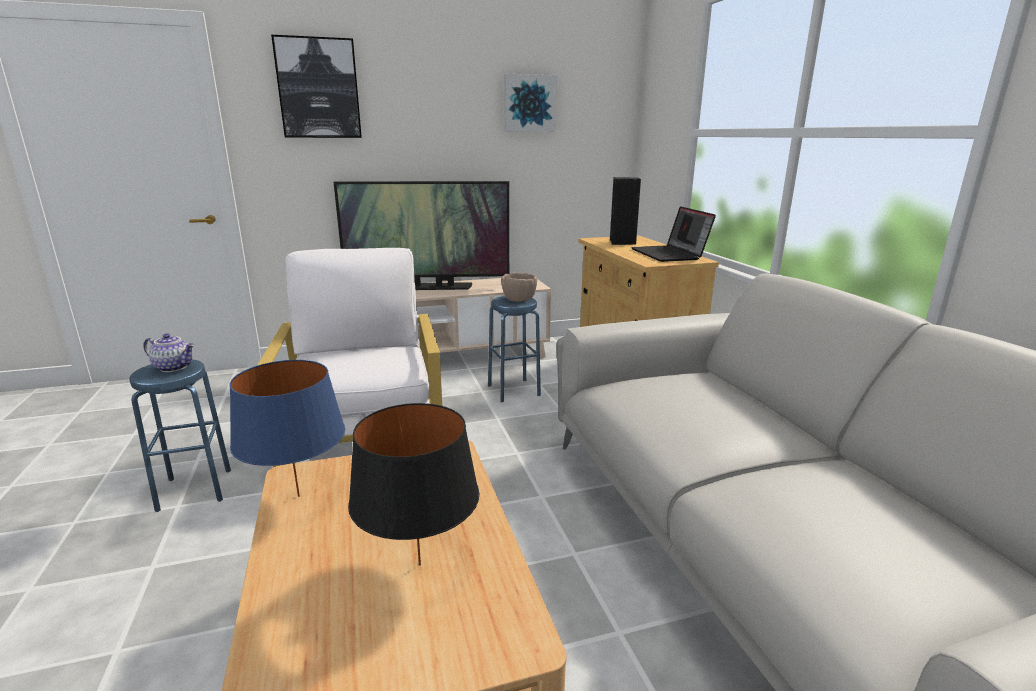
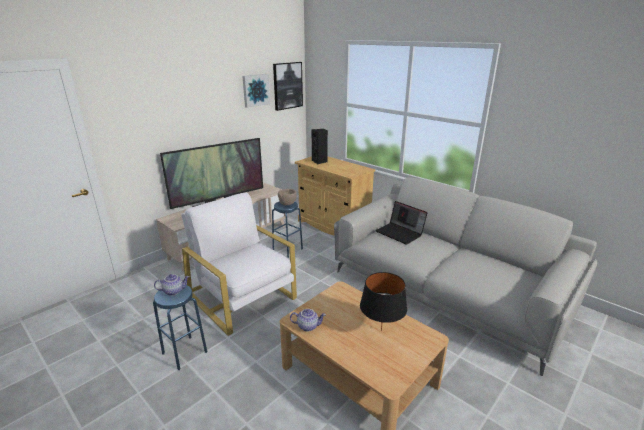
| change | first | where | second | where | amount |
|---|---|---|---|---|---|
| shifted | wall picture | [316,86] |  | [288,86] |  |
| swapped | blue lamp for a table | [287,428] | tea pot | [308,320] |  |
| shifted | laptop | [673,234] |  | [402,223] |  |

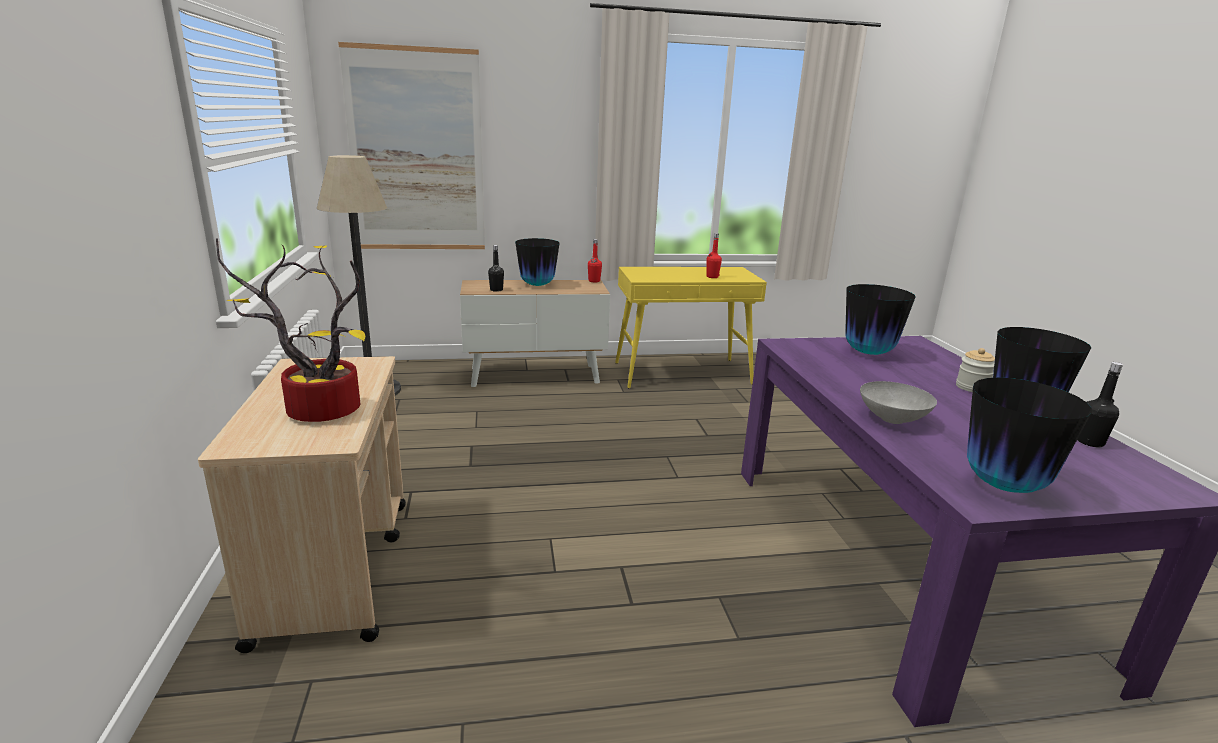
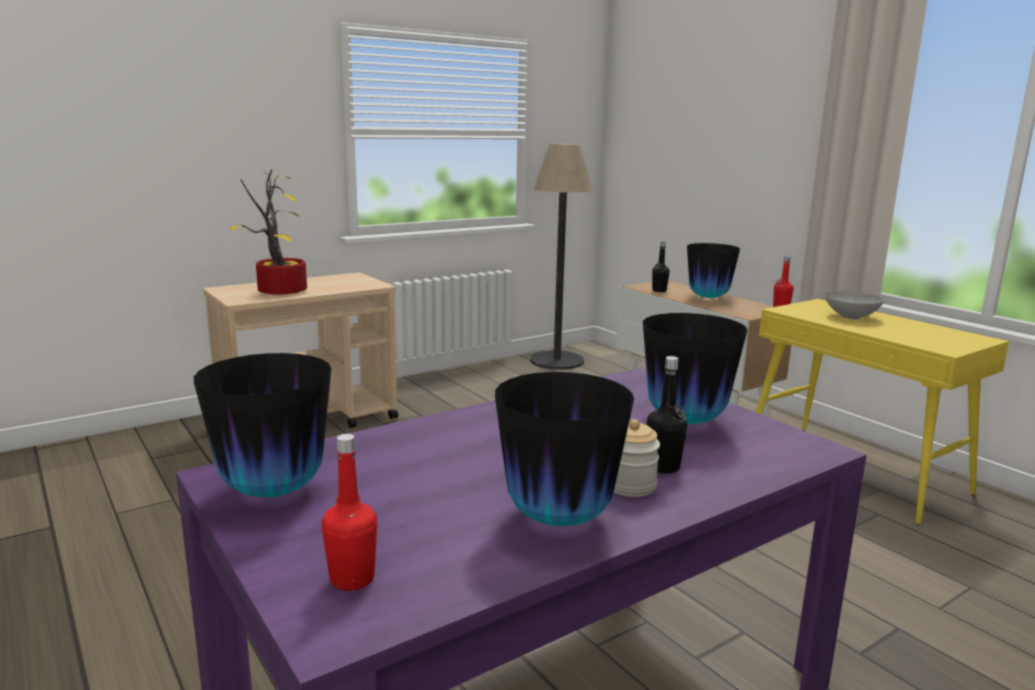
| change | first | where | second | where | amount |
|---|---|---|---|---|---|
| shifted | red-coloured bottle | [714,255] |  | [349,512] |  |
| shifted | black-coloured bottle | [1100,404] |  | [667,414] |  |
| shifted | greyish bowl | [898,402] |  | [854,305] |  |
| gone | wall picture | [411,145] |  |  |  |

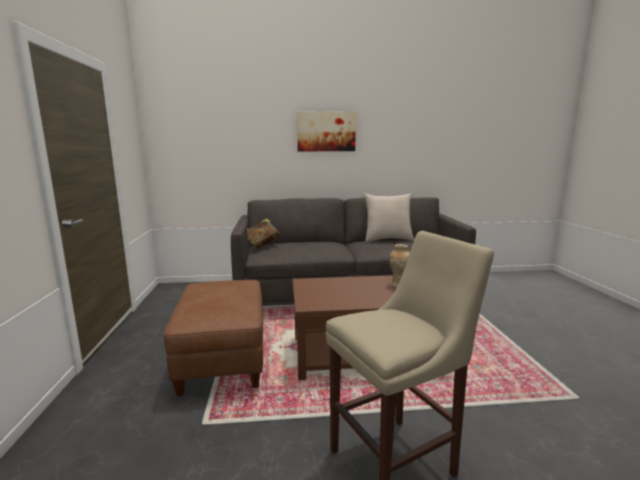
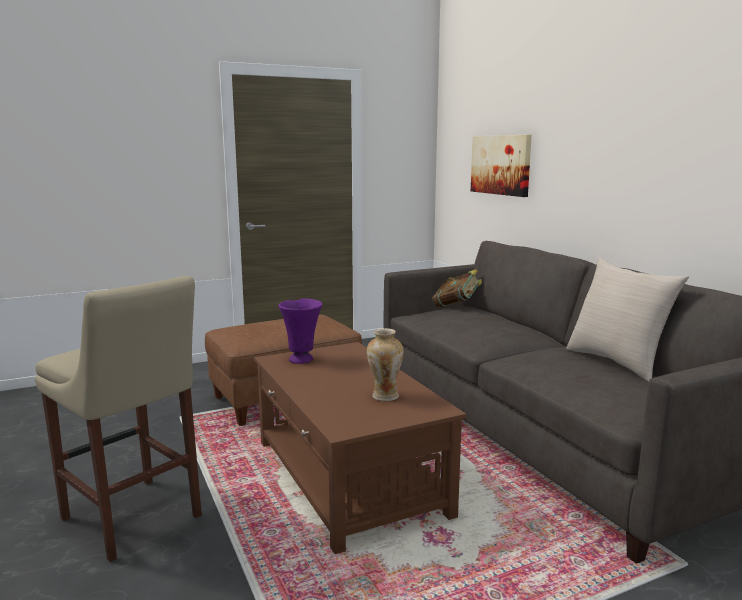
| change | first | where | second | where | amount |
|---|---|---|---|---|---|
| new |  |  | purplish vase | [300,331] |  |
| shifted | wall picture | [326,131] |  | [501,166] |  |

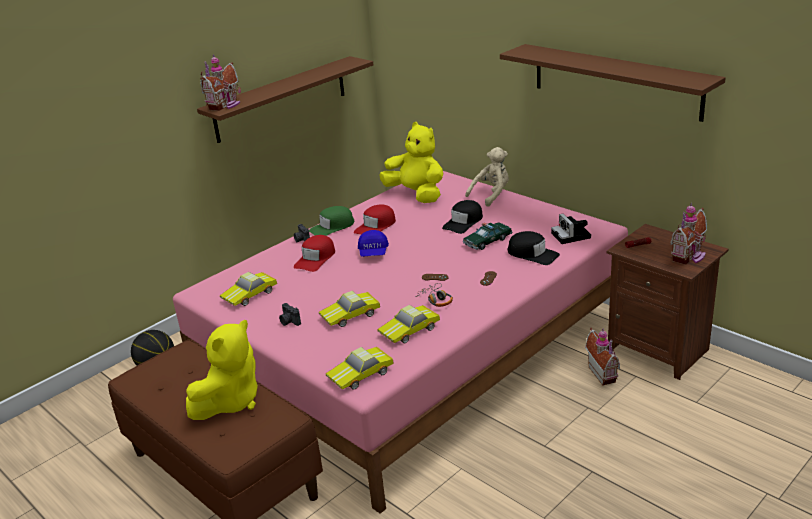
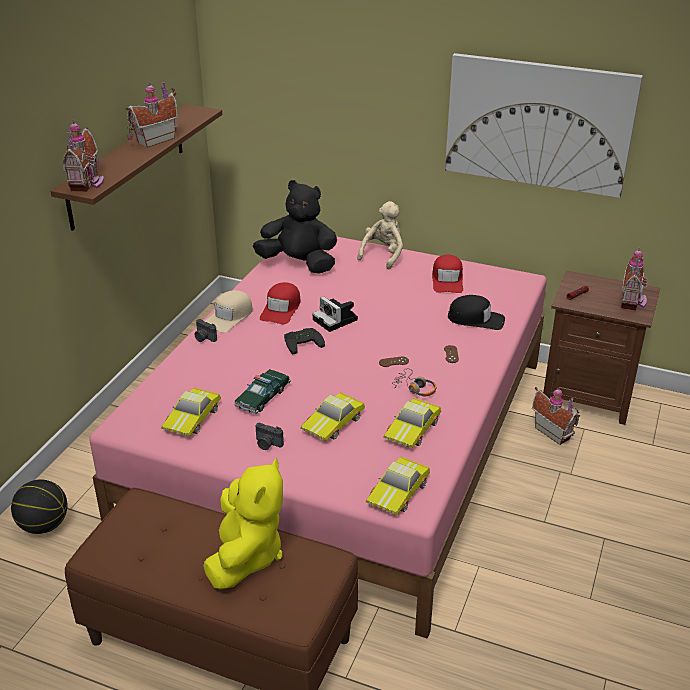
| change | first | where | second | where | amount |
|---|---|---|---|---|---|
| new |  |  | miniature house | [151,114] |  |
| repainted | green-coloured cap | [331,221] | beige-coloured cap | [229,311] |  |
| shifted | miniature car | [487,236] |  | [262,391] |  |
| repainted | yellow cuddly toy | [411,162] | black-coloured cuddly toy | [295,227] |  |
| swapped | blue cap | [373,243] | black-coloured joypad | [304,341] |  |
| shifted | still camera | [571,229] |  | [335,314] |  |
| shifted | red-coloured cap | [314,253] |  | [447,274] |  |
| swapped | brown bracket shelf | [613,83] | wall picture | [544,125] |  |
| gone | black-coloured cap | [462,217] |  |  |  |

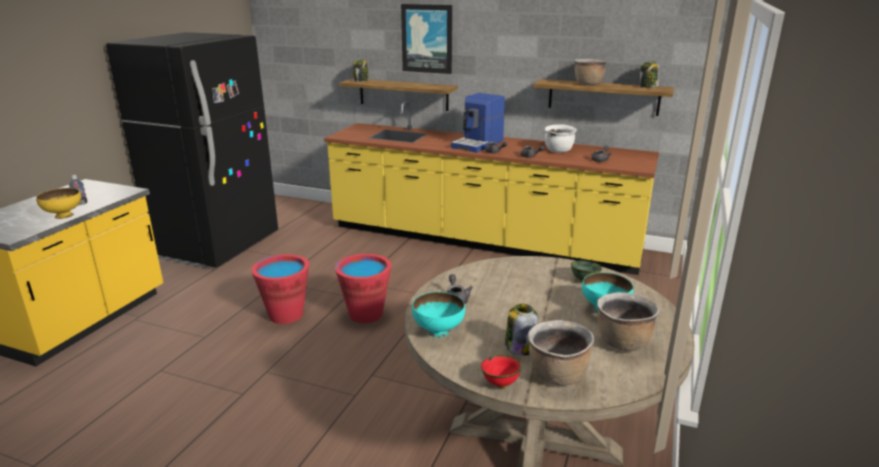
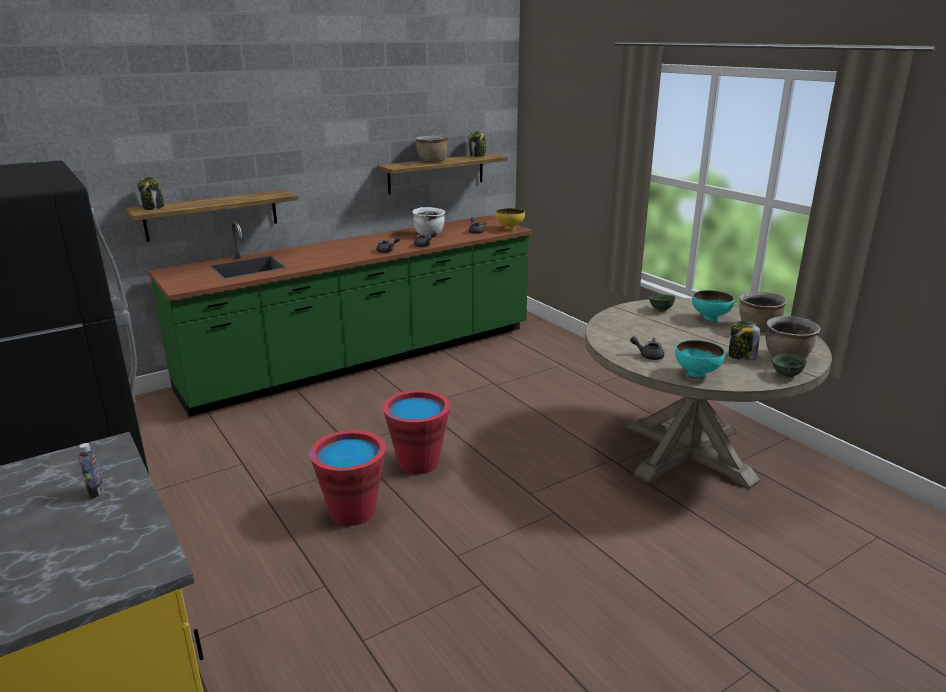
| change | first | where | second | where | amount |
|---|---|---|---|---|---|
| repainted | yellow kitchen counter | [491,188] | green-coloured kitchen counter | [340,316] |  |
| shifted | yellow bowl | [58,203] |  | [510,219] |  |
| repainted | red-coloured bowl | [501,371] | green-coloured bowl | [789,365] |  |
| gone | wall picture | [426,39] |  |  |  |
| gone | coffee maker | [478,123] |  |  |  |

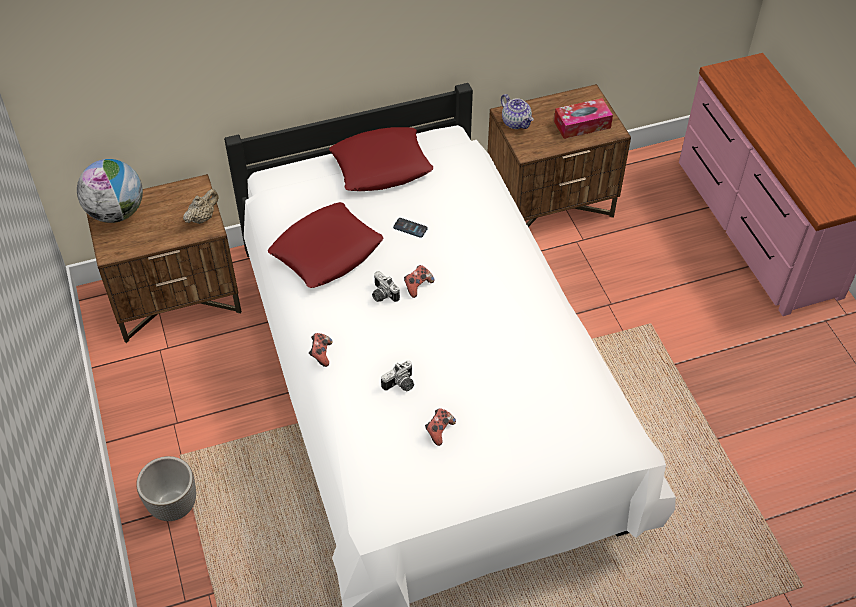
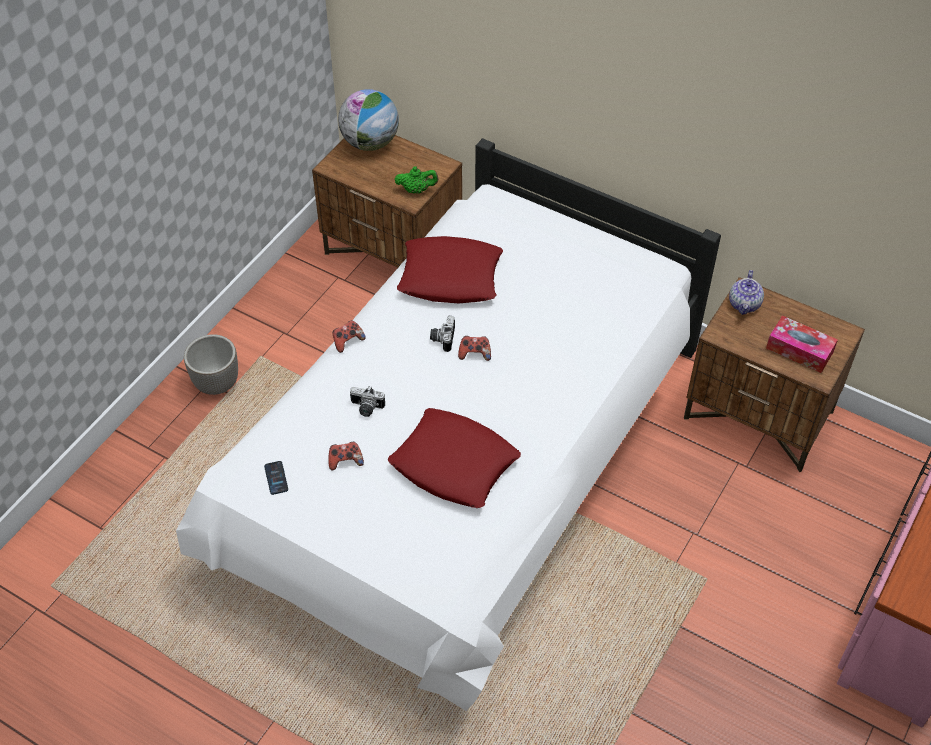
| change | first | where | second | where | amount |
|---|---|---|---|---|---|
| shifted | phone | [410,228] |  | [276,478] |  |
| shifted | red-coloured pillow | [381,159] |  | [454,458] |  |
| repainted | beige-coloured tea pot | [200,206] | green-coloured tea pot | [416,180] |  |

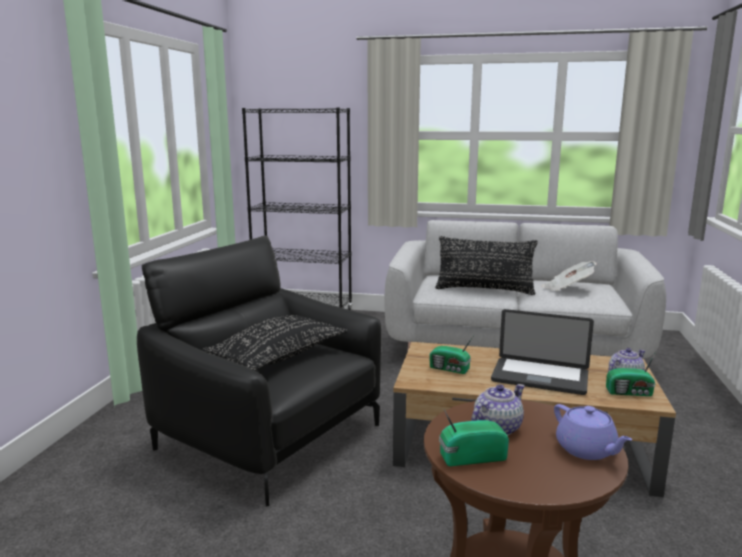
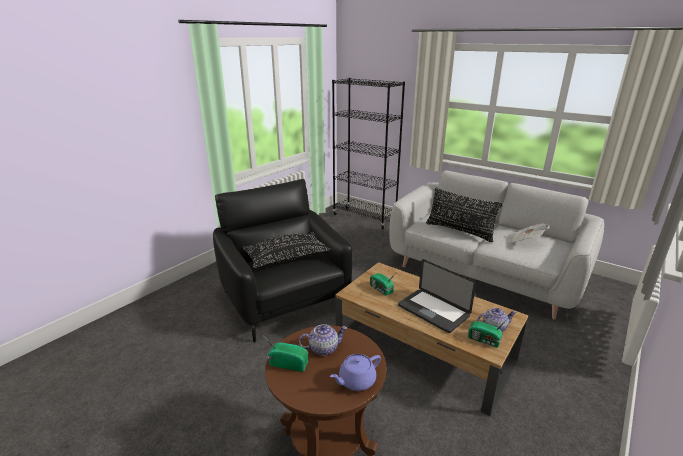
| change | first | where | second | where | amount |
|---|---|---|---|---|---|
| rotated | purplish tea pot | [593,432] |  | [355,372] | 60 degrees clockwise |

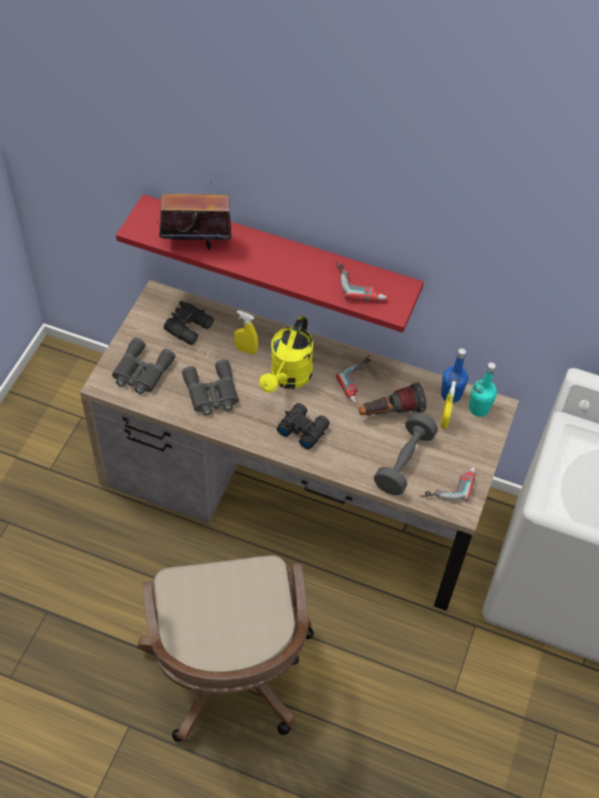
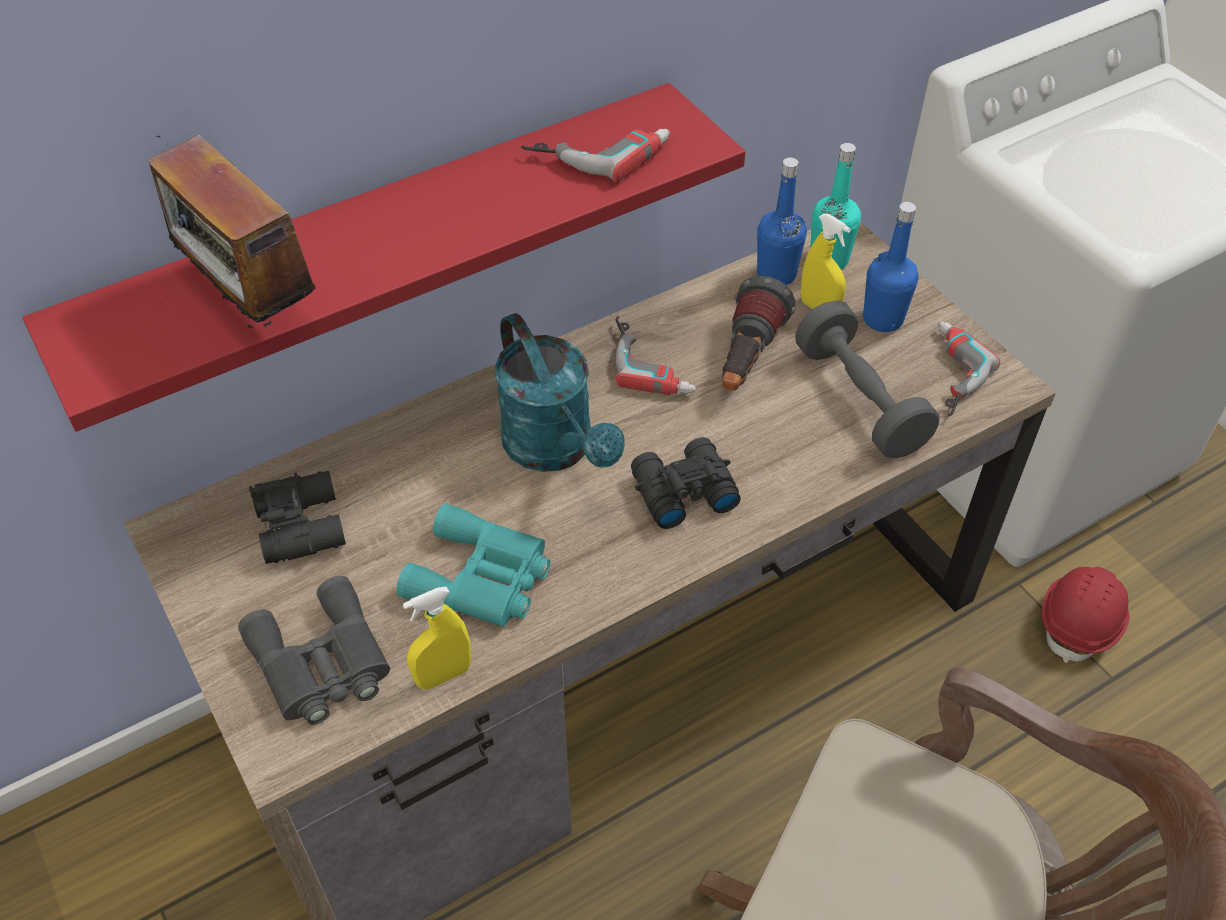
| change | first | where | second | where | amount |
|---|---|---|---|---|---|
| rotated | radio | [197,215] |  | [232,231] | 75 degrees counterclockwise |
| repainted | greyish binoculars | [210,387] | turquoise-coloured binoculars | [473,565] |  |
| shifted | yellow hand sprayer | [246,333] |  | [437,638] |  |
| repainted | yellow watering pot | [286,354] | turquoise-coloured watering pot | [560,392] |  |
| new |  |  | blue bottle | [891,267] |  |
| new |  |  | red-coloured hard hat | [1086,615] |  |

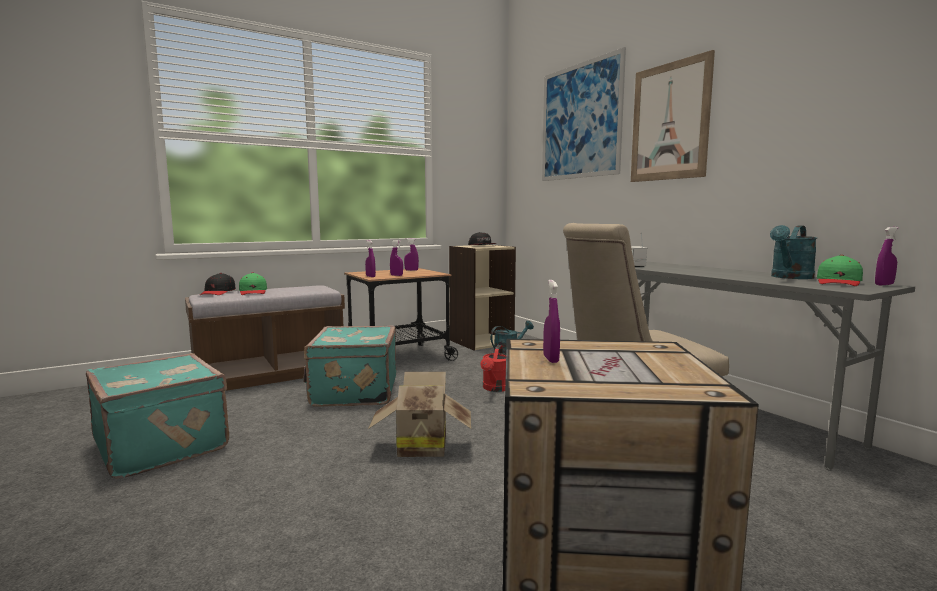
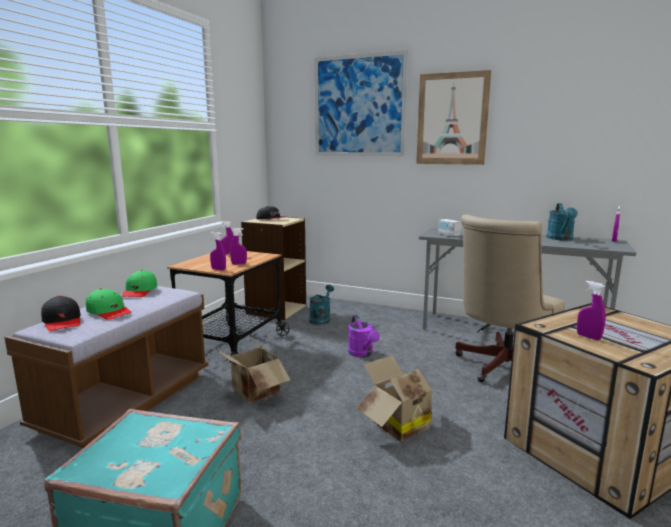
| change | first | where | second | where | amount |
|---|---|---|---|---|---|
| shifted | green-coloured cap | [840,270] |  | [139,283] |  |
| swapped | turquoise-coloured suitcase | [350,366] | cardboard box | [253,371] |  |
| repainted | red-coloured watering pot | [493,368] | purplish watering pot | [364,336] |  |

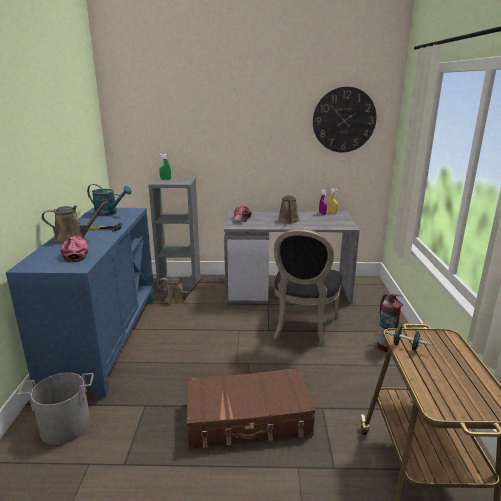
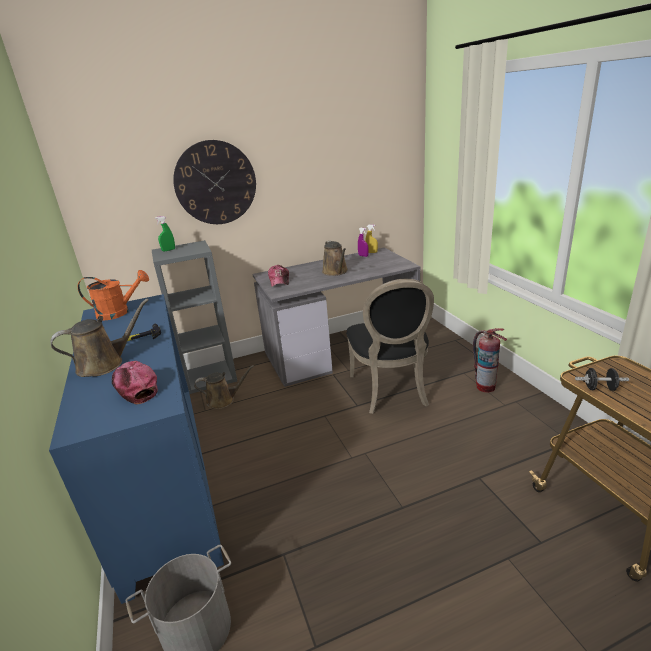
| change | first | where | second | where | amount |
|---|---|---|---|---|---|
| repainted | turquoise-coloured watering pot | [109,200] | orange watering pot | [113,295] |  |
| shifted | wall clock | [345,119] |  | [214,182] |  |
| gone | brown suitcase | [251,408] |  |  |  |

